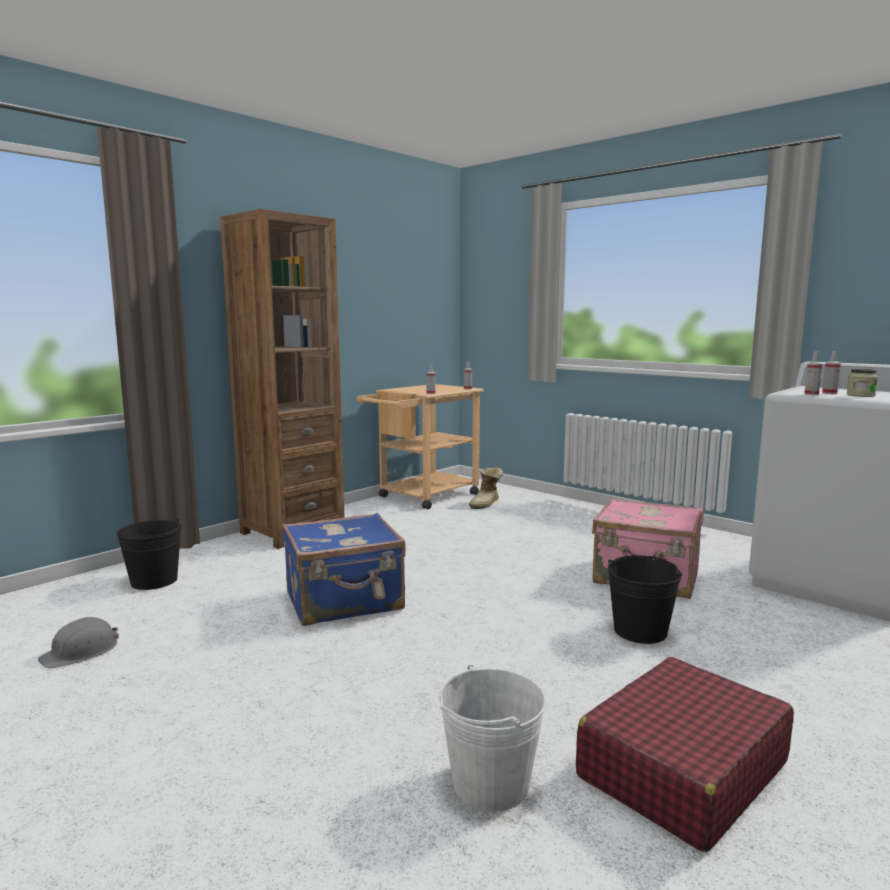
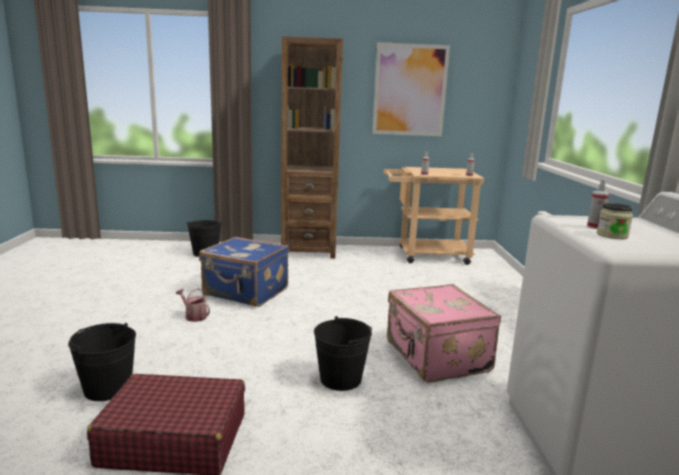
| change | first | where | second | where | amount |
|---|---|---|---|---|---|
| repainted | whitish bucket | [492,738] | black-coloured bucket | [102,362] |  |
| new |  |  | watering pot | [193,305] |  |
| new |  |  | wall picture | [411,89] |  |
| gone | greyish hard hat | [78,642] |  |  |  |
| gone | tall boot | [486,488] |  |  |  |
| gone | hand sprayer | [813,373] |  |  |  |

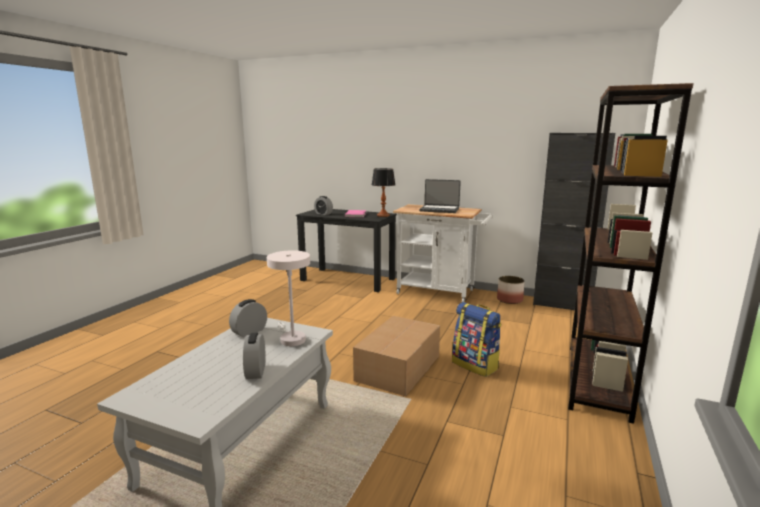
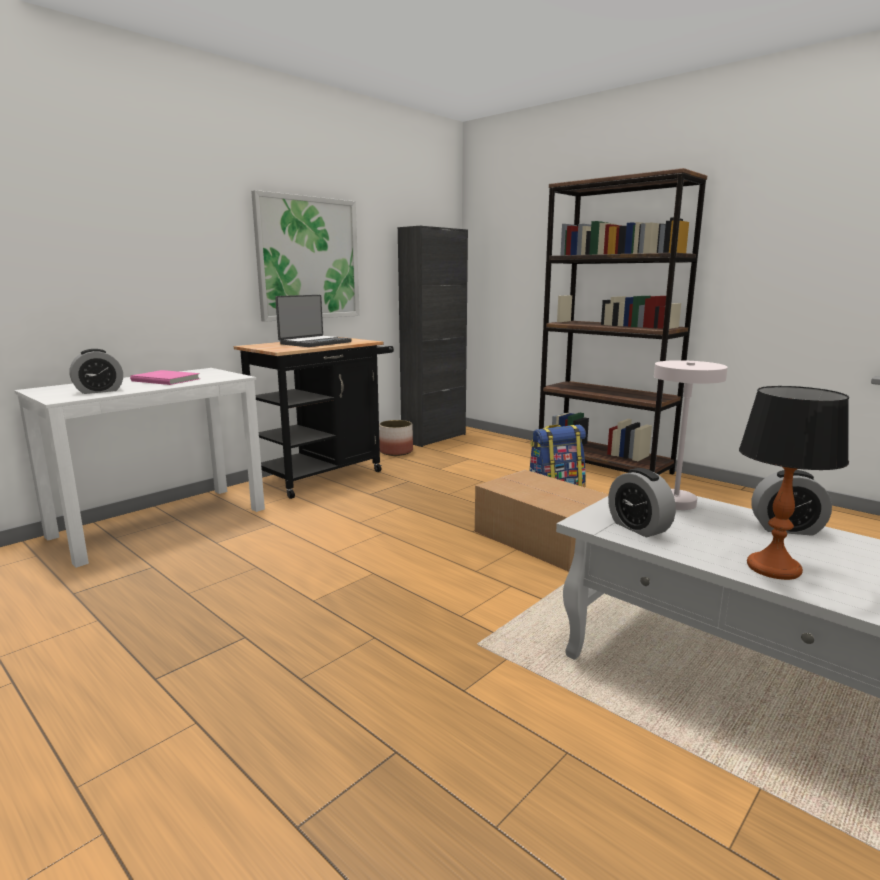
| change | first | where | second | where | amount |
|---|---|---|---|---|---|
| repainted | black-coloured desk table | [346,250] | whitish desk table | [139,468] |  |
| repainted | whitish trolley | [443,253] | black-coloured trolley | [314,418] |  |
| new |  |  | wall picture | [305,256] |  |
| shifted | lamp for a table | [383,192] |  | [794,483] |  |

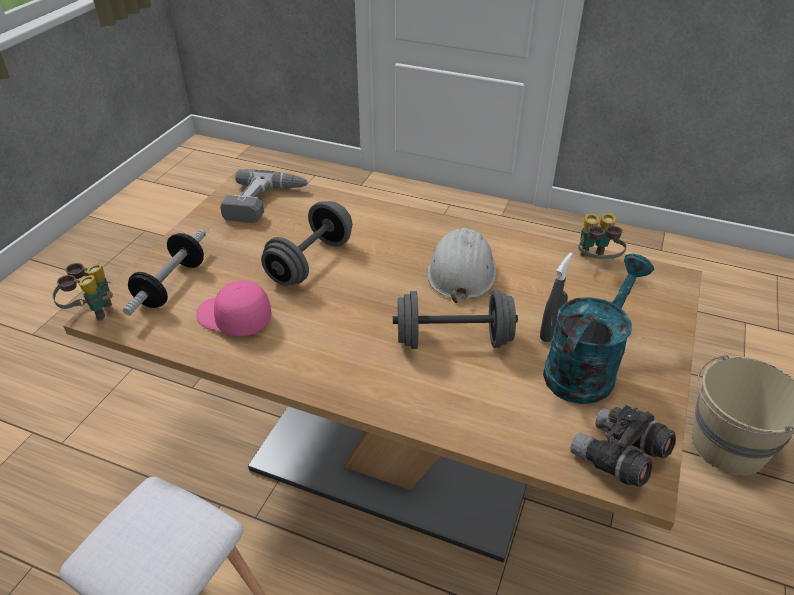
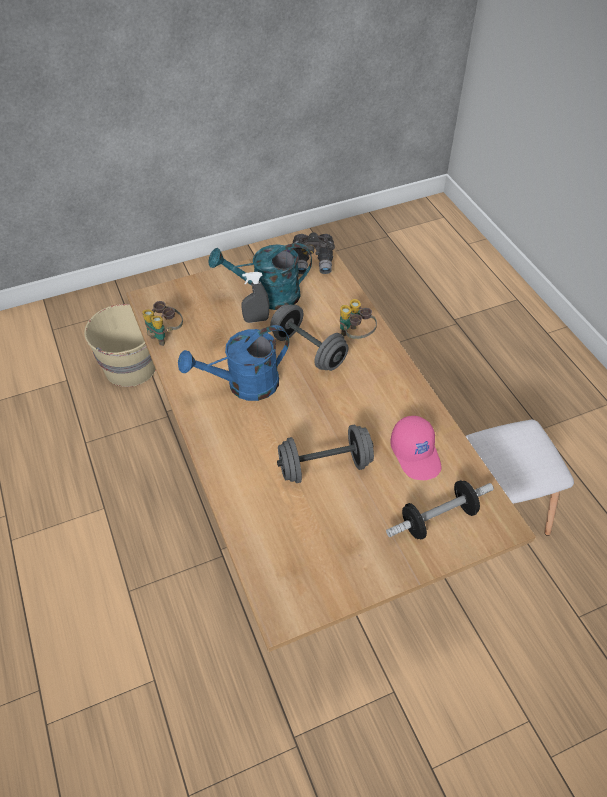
| change | first | where | second | where | amount |
|---|---|---|---|---|---|
| swapped | whitish hard hat | [461,265] | blue watering pot | [233,363] |  |
| shifted | binoculars | [82,292] |  | [358,319] |  |
| gone | drill | [264,196] |  |  |  |

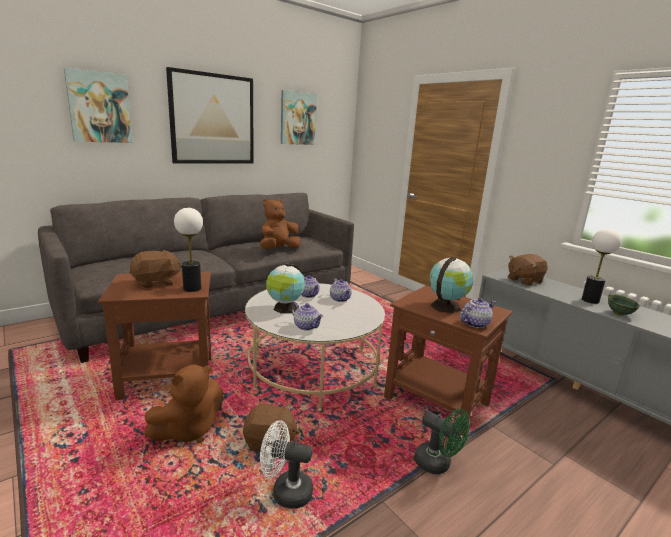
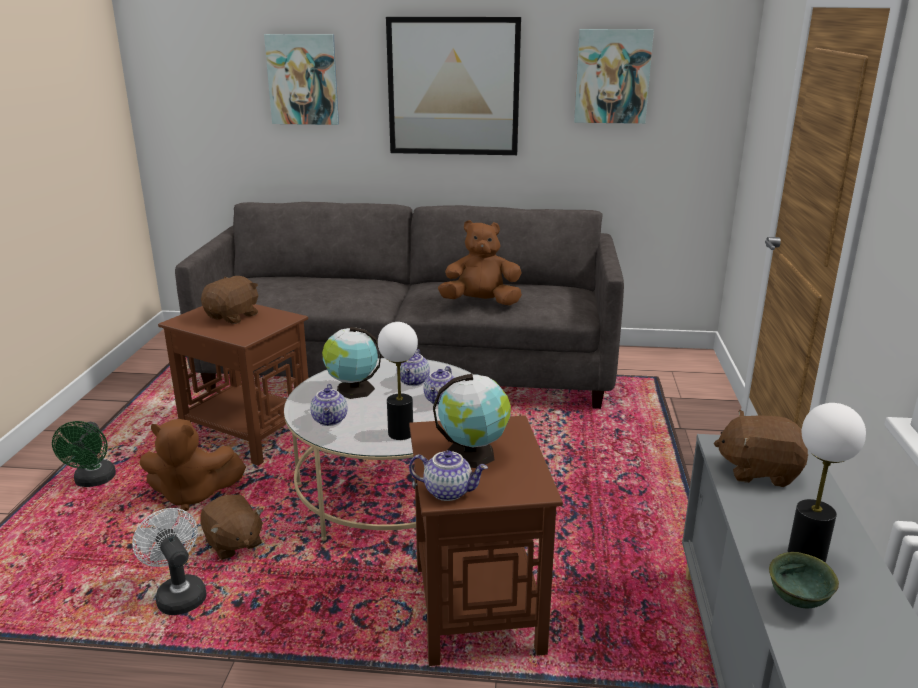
| change | first | where | second | where | amount |
|---|---|---|---|---|---|
| shifted | green-coloured cooling fan | [442,441] |  | [84,454] |  |
| rotated | brown cuddly toy | [155,269] |  | [229,300] | 75 degrees counterclockwise |
| shifted | lamp for a table | [188,250] |  | [398,381] |  |

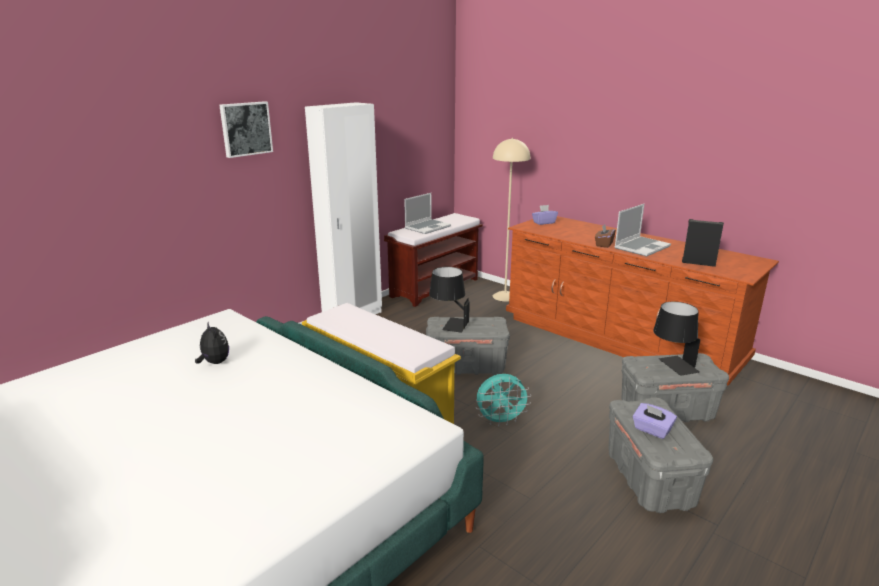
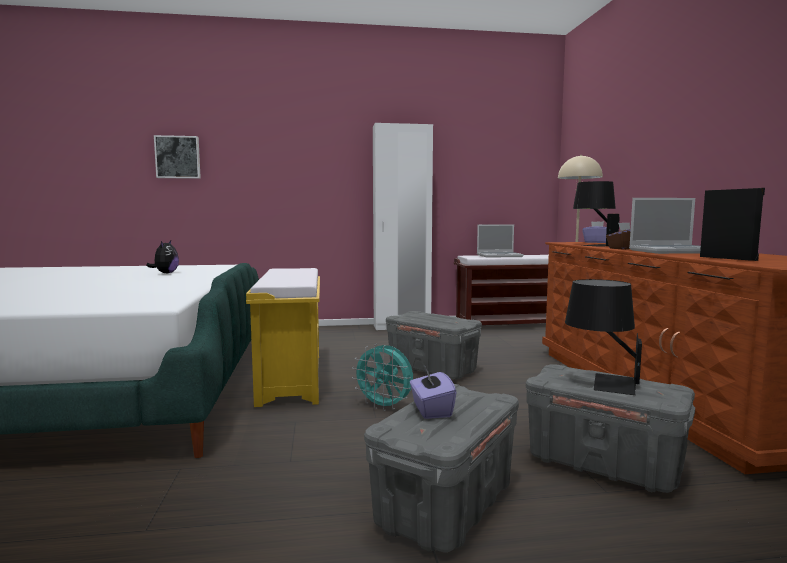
| change | first | where | second | where | amount |
|---|---|---|---|---|---|
| shifted | wall picture | [246,129] |  | [177,157] |  |
| shifted | black-coloured lamp for a table | [449,300] |  | [596,214] |  |

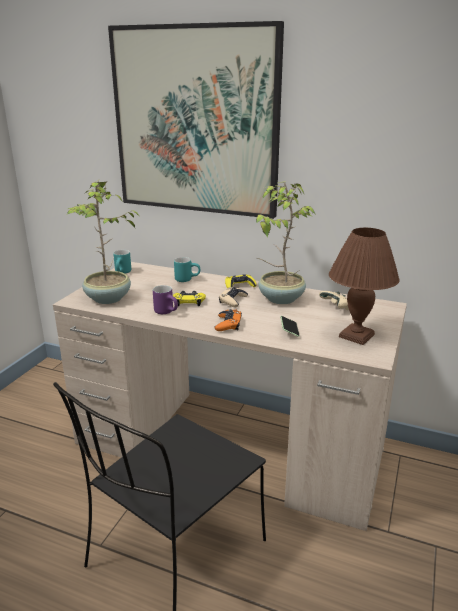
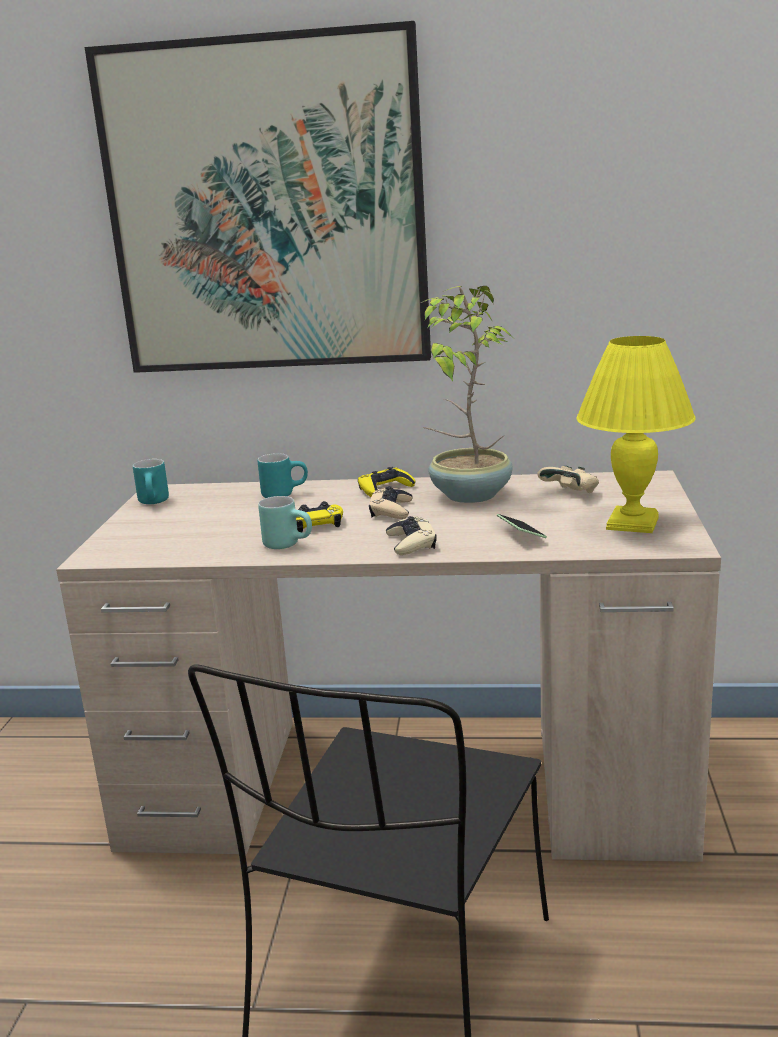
| change | first | where | second | where | amount |
|---|---|---|---|---|---|
| repainted | purplish coffee mug | [165,299] | turquoise-coloured coffee mug | [285,522] |  |
| repainted | orange joypad | [228,320] | beige-coloured joypad | [411,535] |  |
| repainted | brown lamp for a table | [364,286] | yellow lamp for a table | [636,434] |  |
| gone | plant in a pot | [104,242] |  |  |  |

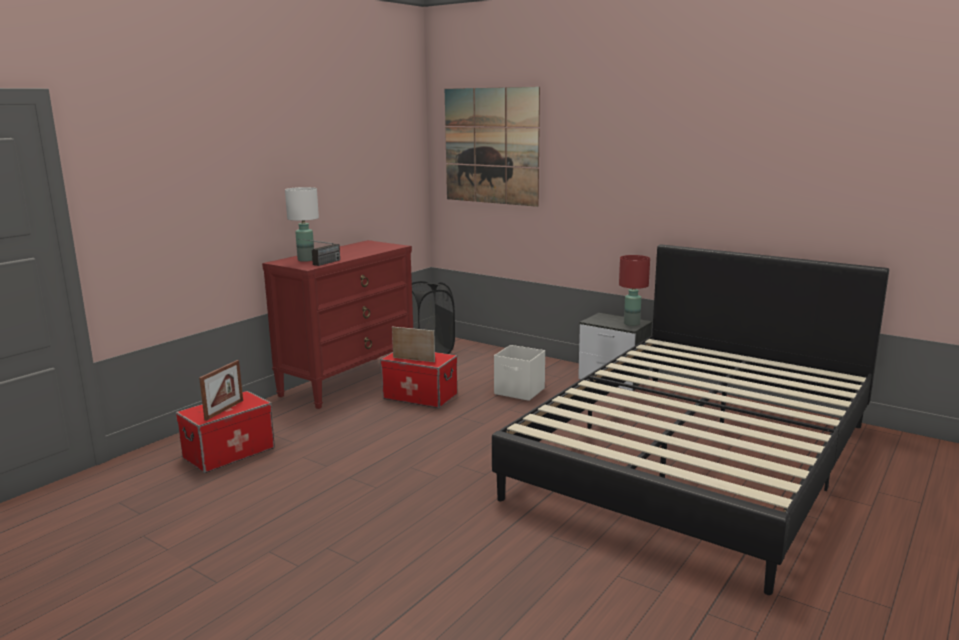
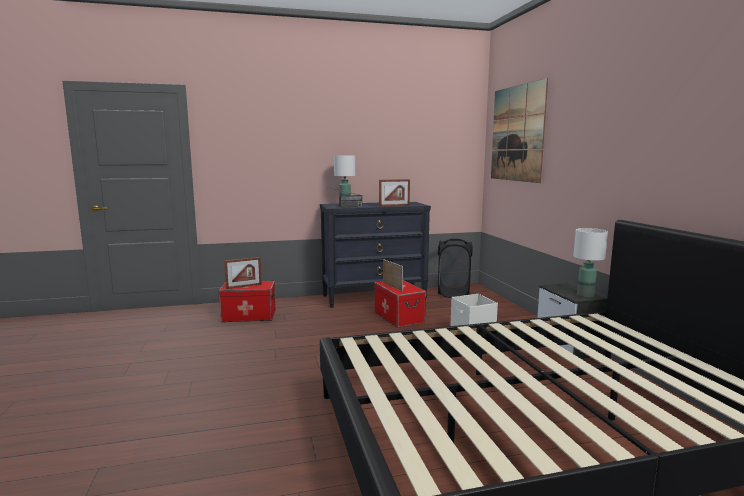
| change | first | where | second | where | amount |
|---|---|---|---|---|---|
| repainted | red-coloured dresser | [337,324] | black-coloured dresser | [375,255] |  |
| new |  |  | standing frame | [394,193] |  |
| repainted | red-coloured lamp for a table | [634,290] | whitish lamp for a table | [590,263] |  |

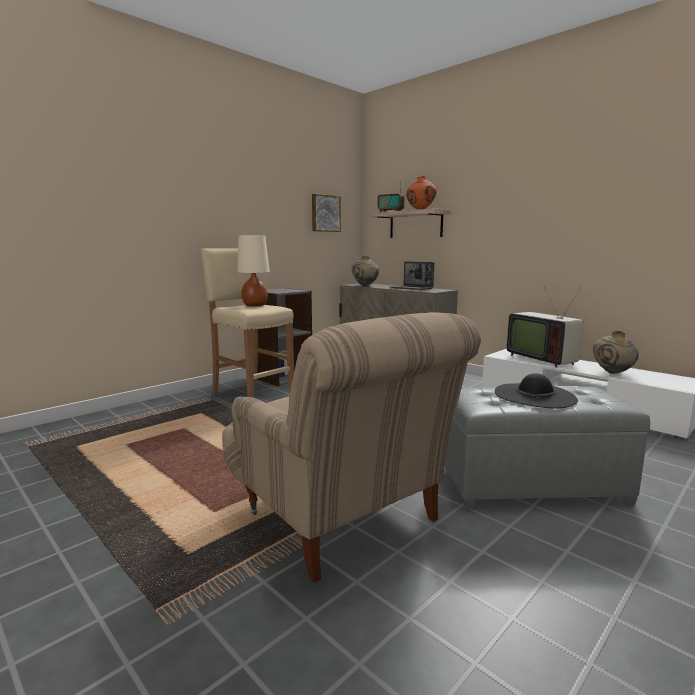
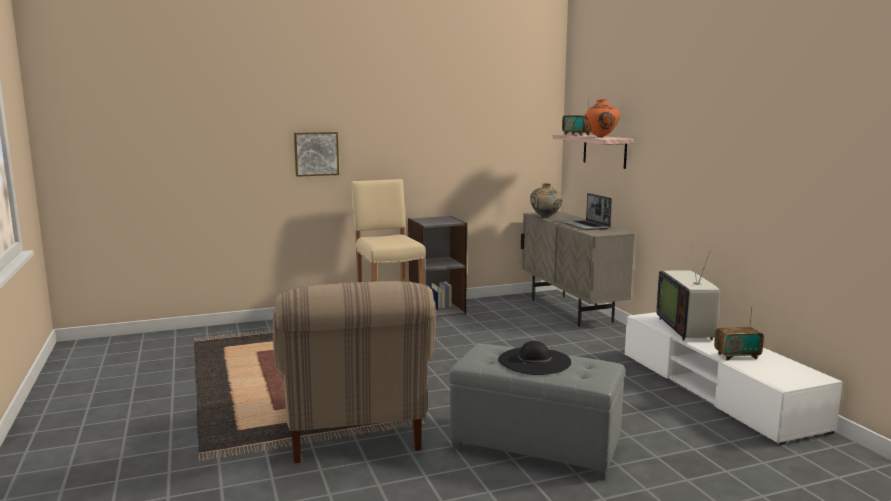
| change | first | where | second | where | amount |
|---|---|---|---|---|---|
| shifted | wall picture | [326,213] |  | [316,154] |  |
| swapped | beige-coloured vase | [616,352] | radio | [739,333] |  |
| gone | beige-coloured lamp for a table | [253,270] |  |  |  |

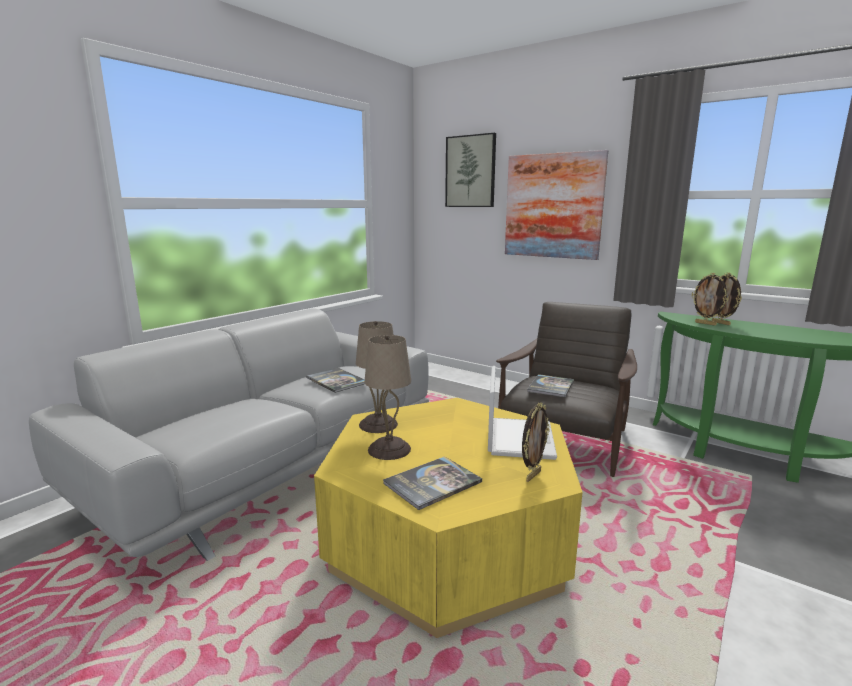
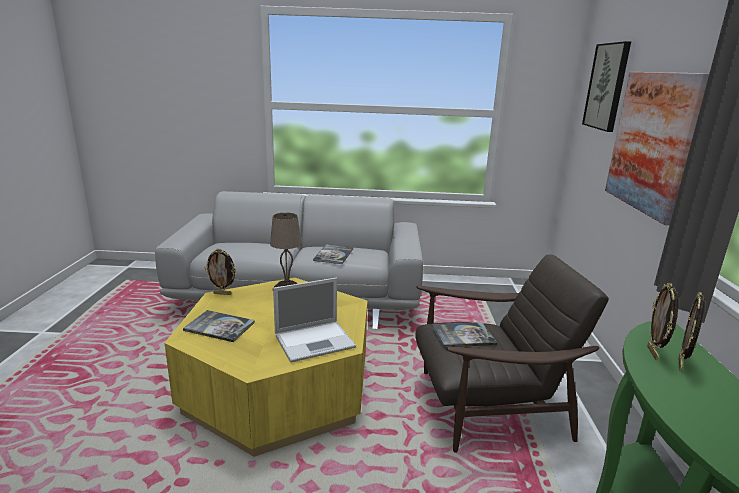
| change | first | where | second | where | amount |
|---|---|---|---|---|---|
| shifted | standing frame | [535,442] |  | [220,272] |  |
| gone | beige-coloured lamp for a table | [387,397] |  |  |  |

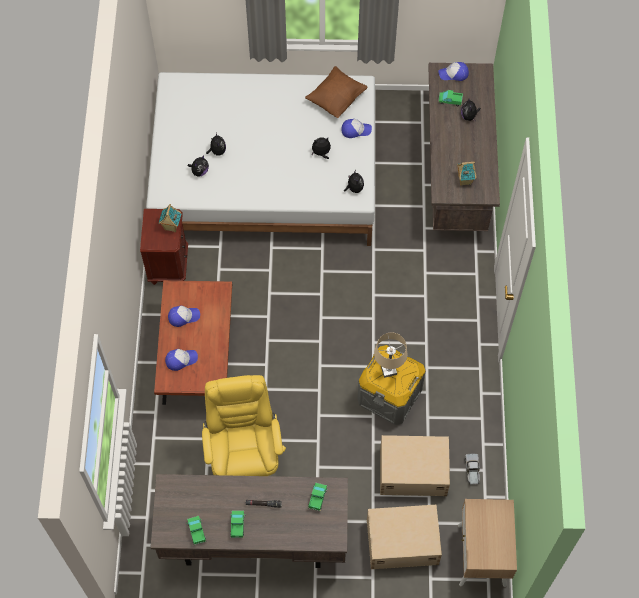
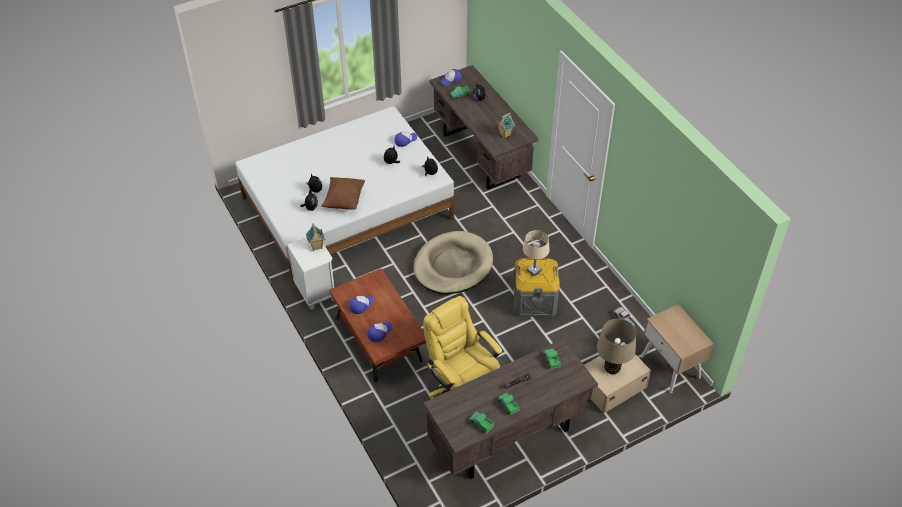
| change | first | where | second | where | amount |
|---|---|---|---|---|---|
| repainted | brown nightstand | [164,247] | whitish nightstand | [310,273] |  |
| shifted | brown pillow | [336,92] |  | [343,193] |  |
| new |  |  | beige-coloured dog cushion | [453,262] |  |
| new |  |  | beige-coloured lamp for a table | [616,346] |  |
| gone | beige-coloured storage container | [415,465] |  |  |  |

